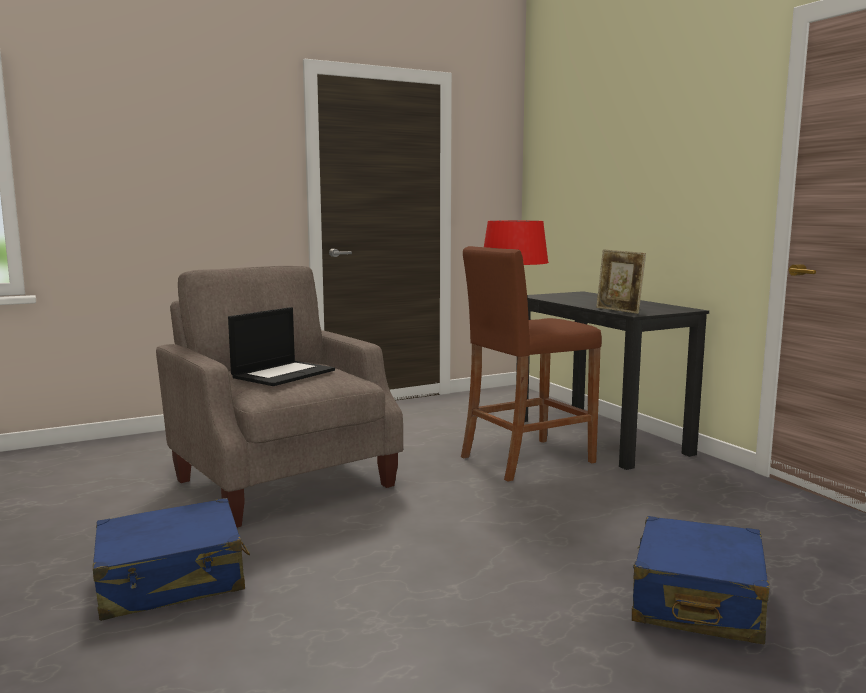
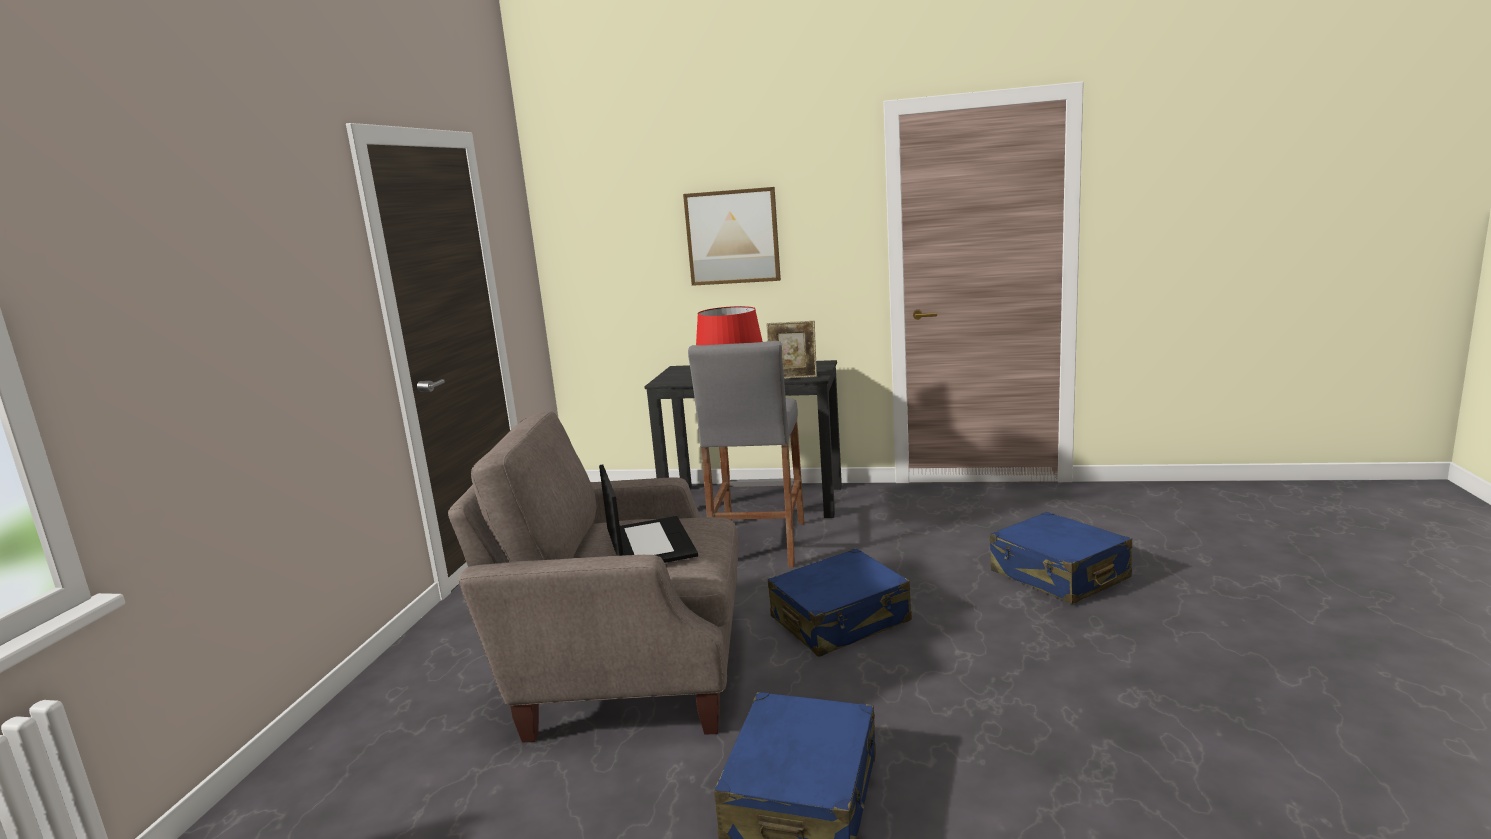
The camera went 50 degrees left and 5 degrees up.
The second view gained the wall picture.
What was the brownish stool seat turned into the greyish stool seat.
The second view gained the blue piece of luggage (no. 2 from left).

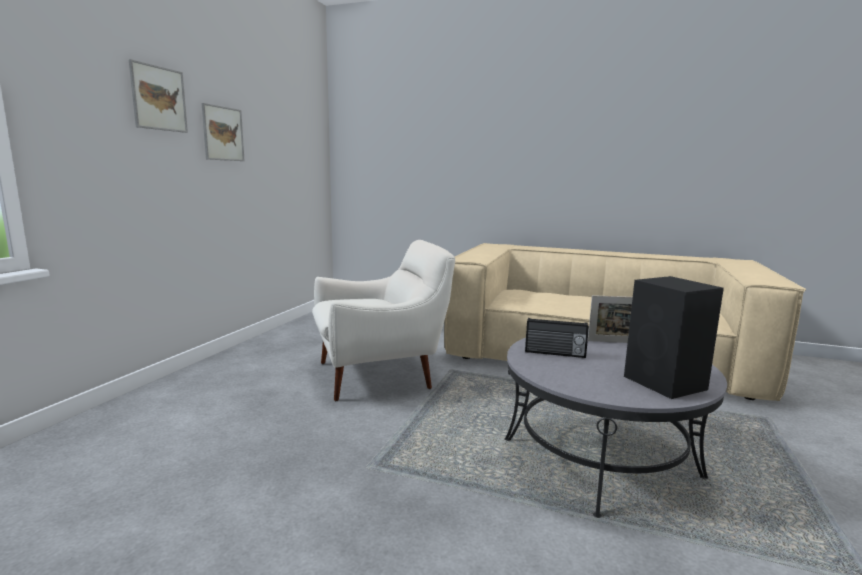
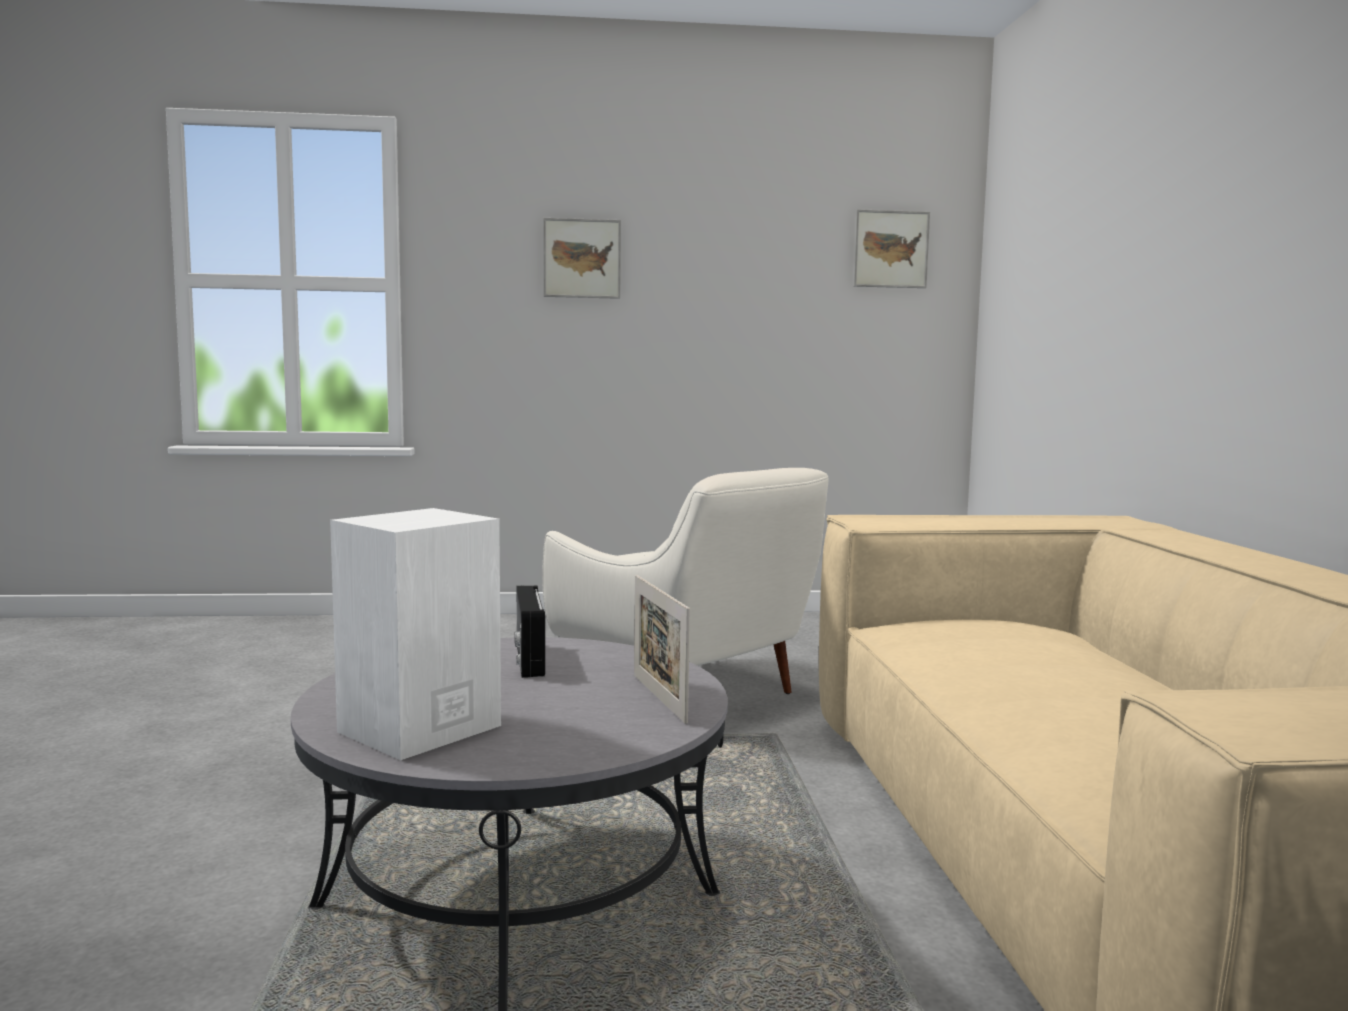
The camera went 65 degrees right and 5 degrees down.
What was the black-coloured speaker turned into the whitish speaker.
The wall picture (no. 2 from left) ended up elsewhere.

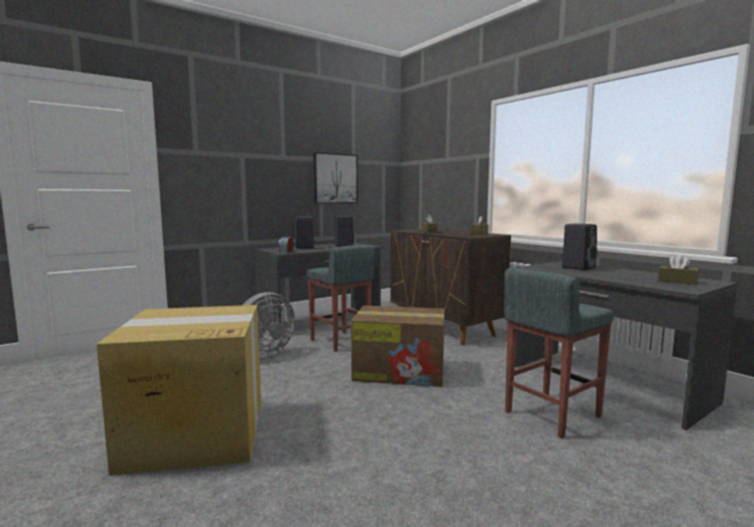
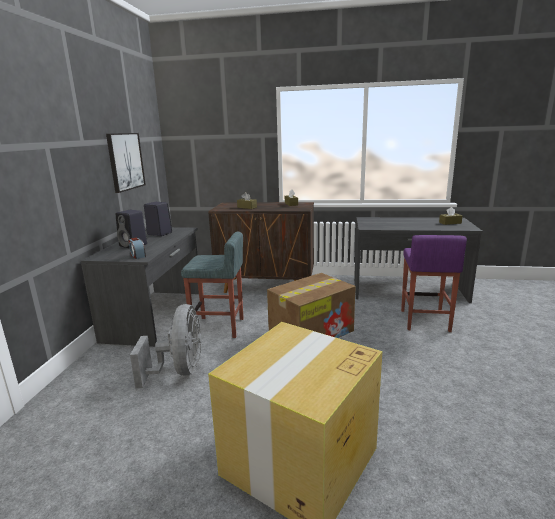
The camera went 45 degrees left and 10 degrees up.
What was the greyish stool seat (no. 2 from left) turned into the purple-coloured stool seat.
The second view lost the black-coloured speaker (no. 3 from left).

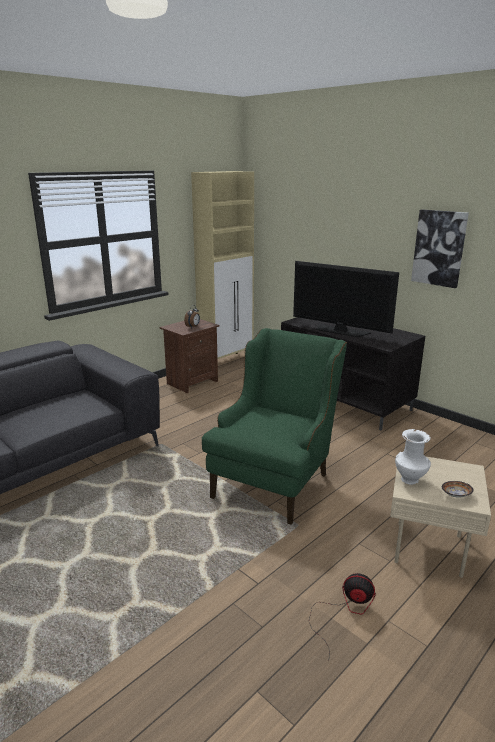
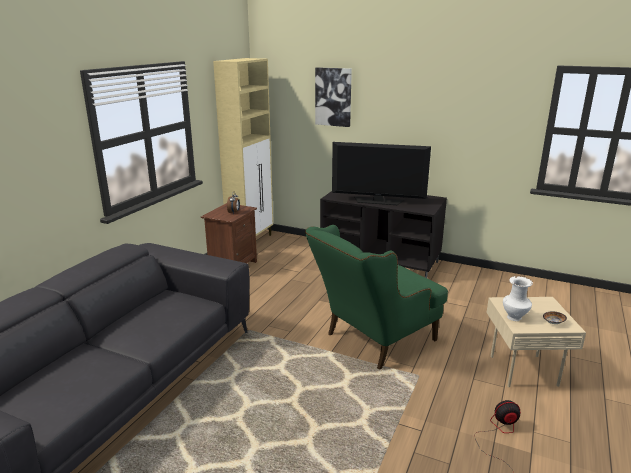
The camera went 20 degrees left and 0 degrees up.
The green-coloured armchair ended up facing another way, 135 degrees counterclockwise from before.
The wall picture ended up elsewhere.

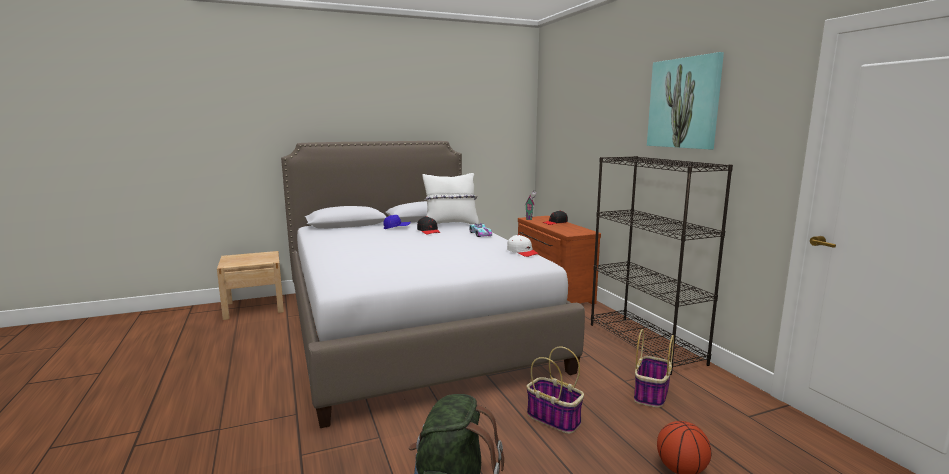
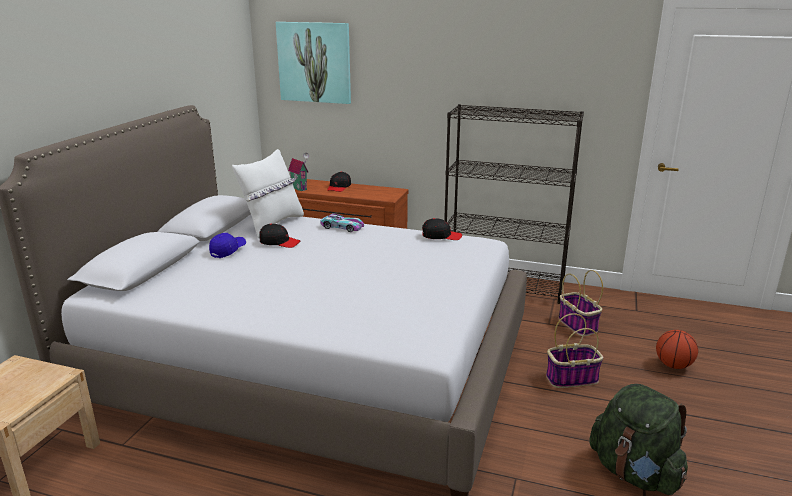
The camera went 50 degrees left and 10 degrees up.
The wall picture ended up elsewhere.
What was the whitish peaked cap turned into the black-coloured peaked cap (no. 3 from left).

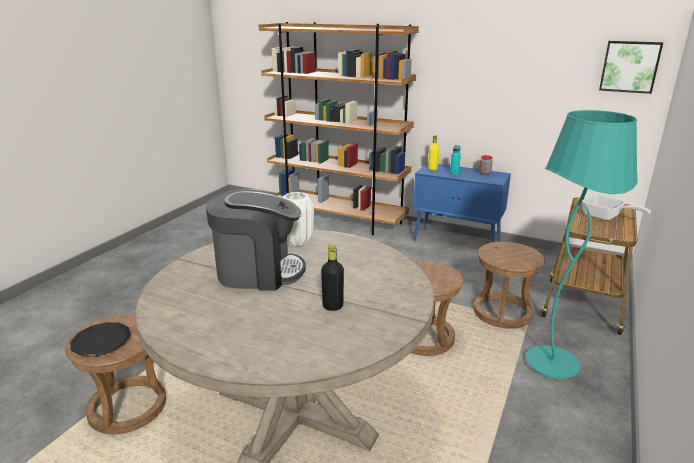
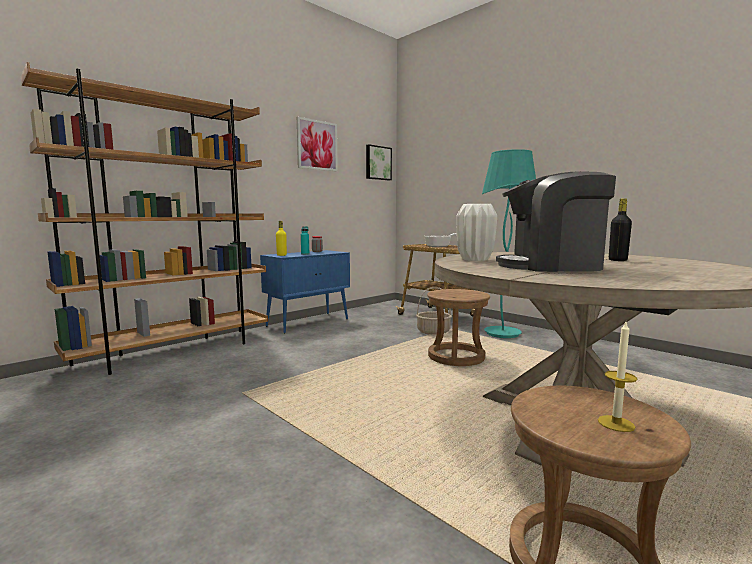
The camera went 70 degrees left and 15 degrees down.
The second view gained the wall picture (no. 1 from left).
Where the brownish stool seat (no. 3 from left) stood, the basket came to stand.
The coffee maker ended up facing another way, 105 degrees counterclockwise from before.
Where the black-coloured dinner plate stood, the candle came to stand.

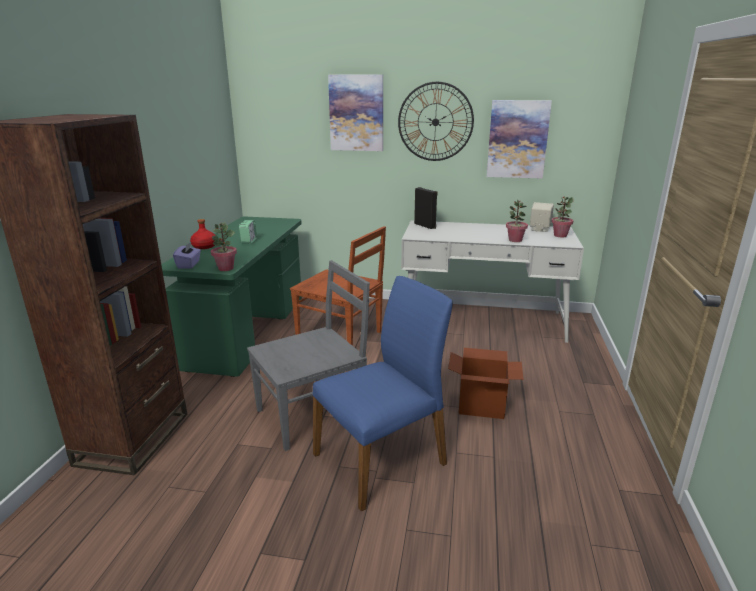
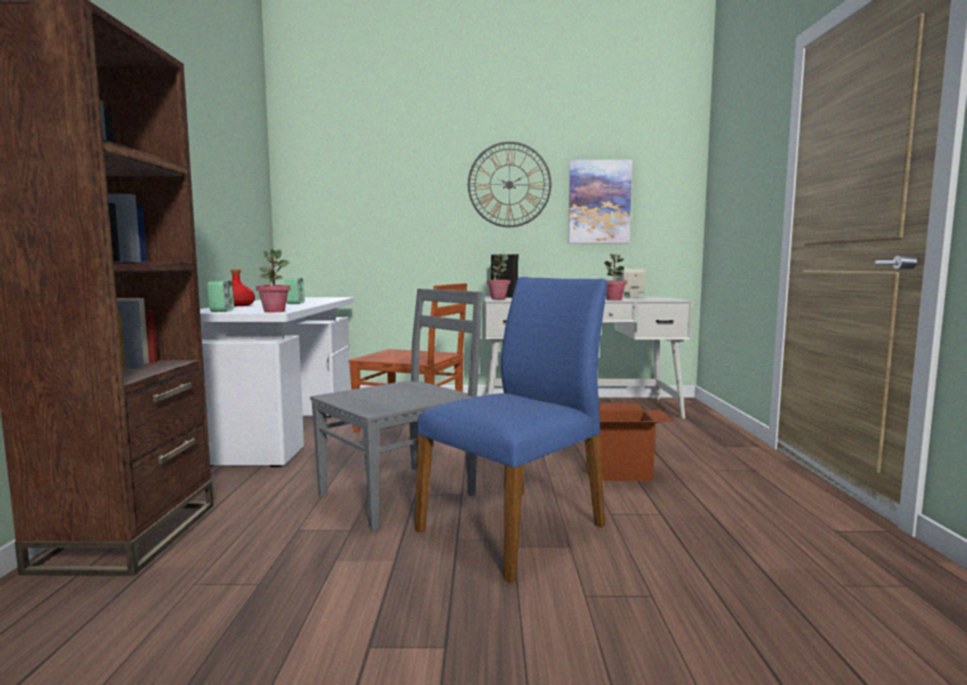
The camera went 10 degrees left and 15 degrees down.
What was the green-coloured desk turned into the whitish desk (no. 1 from left).
Where the purple-coloured box of tissues stood, the alarm clock (no. 1 from left) came to stand.
The potted plant (no. 3 from left in the first image) ended up elsewhere.
The second view lost the wall picture (no. 1 from left).

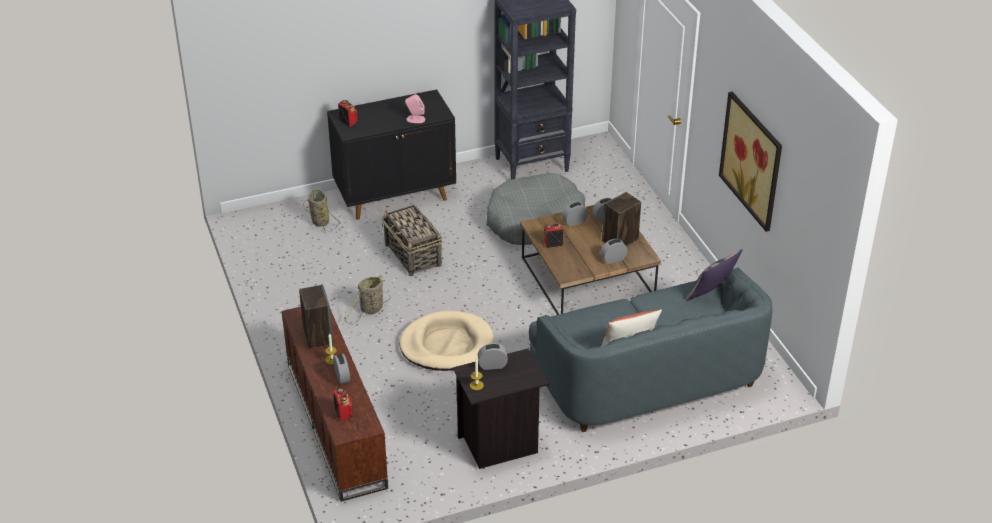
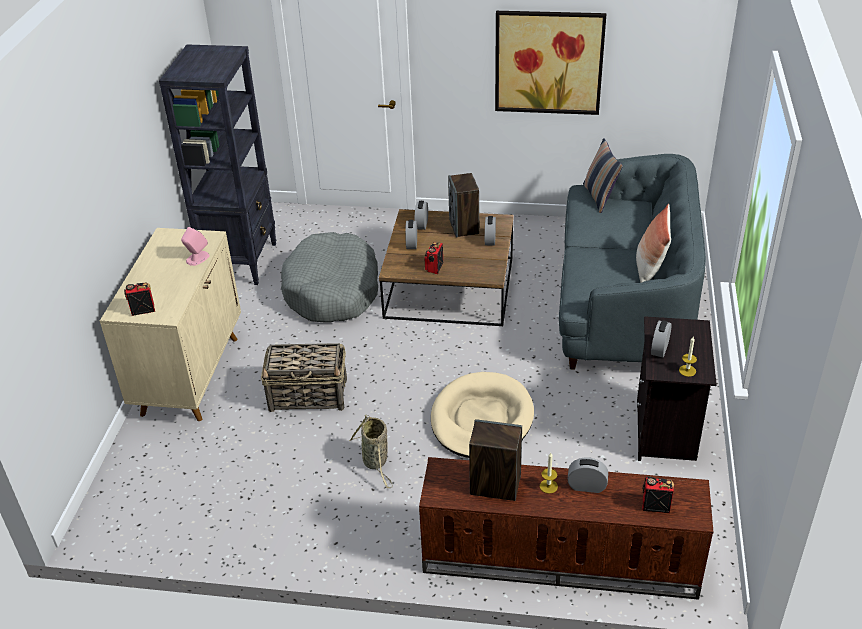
The camera went 60 degrees left and 0 degrees up.
What was the black-coloured cupboard turned into the beige cupboard.
The second view lost the basket (no. 1 from left).

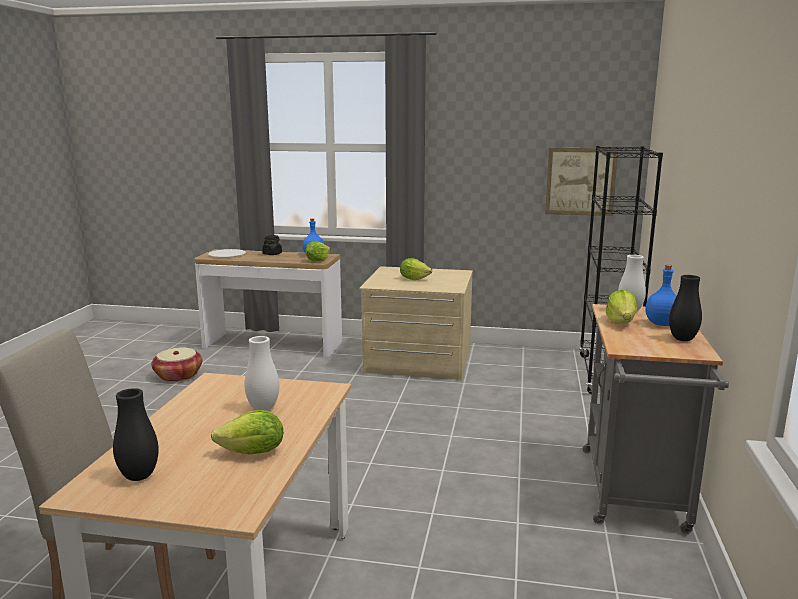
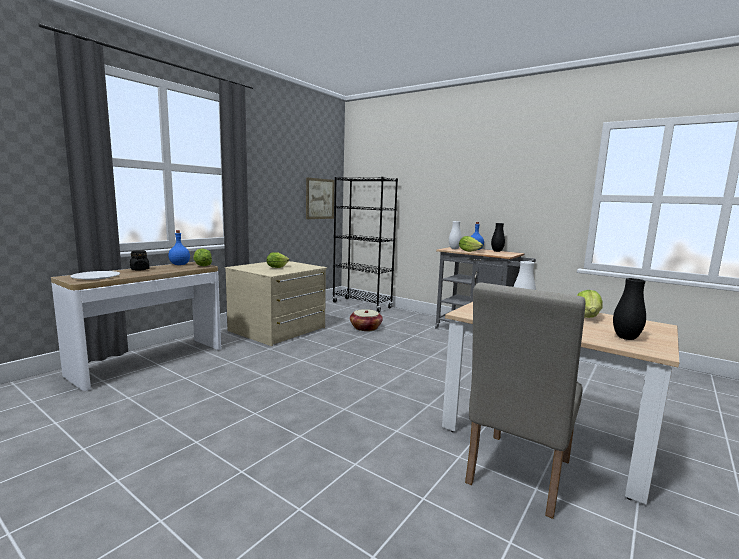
The camera went 65 degrees left and 5 degrees down.
The basket ended up elsewhere.

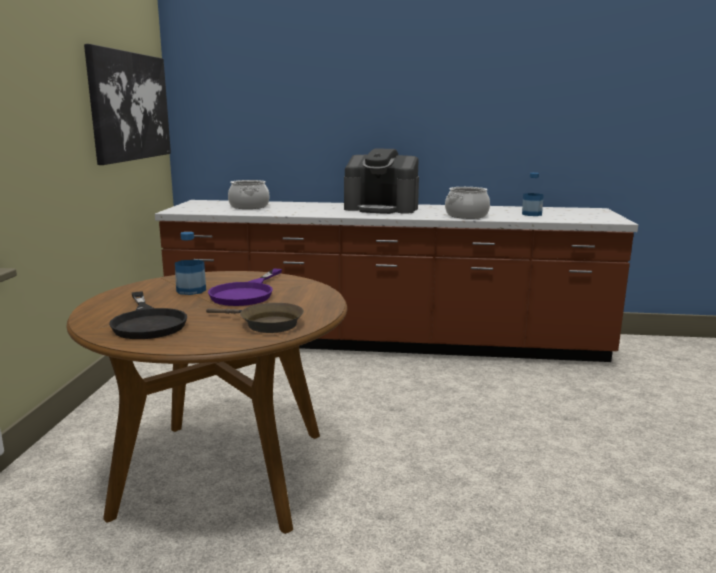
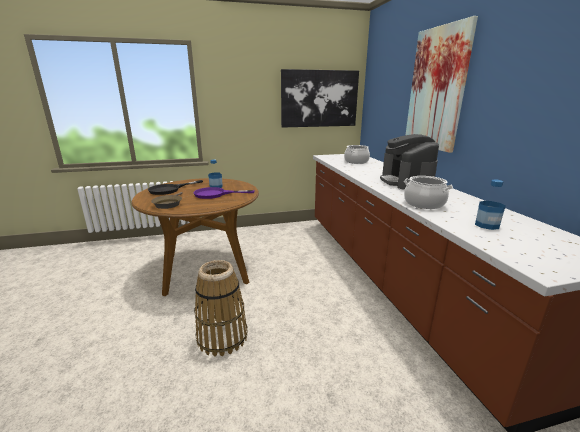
The camera went 70 degrees right and 5 degrees up.
The second view gained the basket.
The second view gained the wall picture (no. 2 from left).

